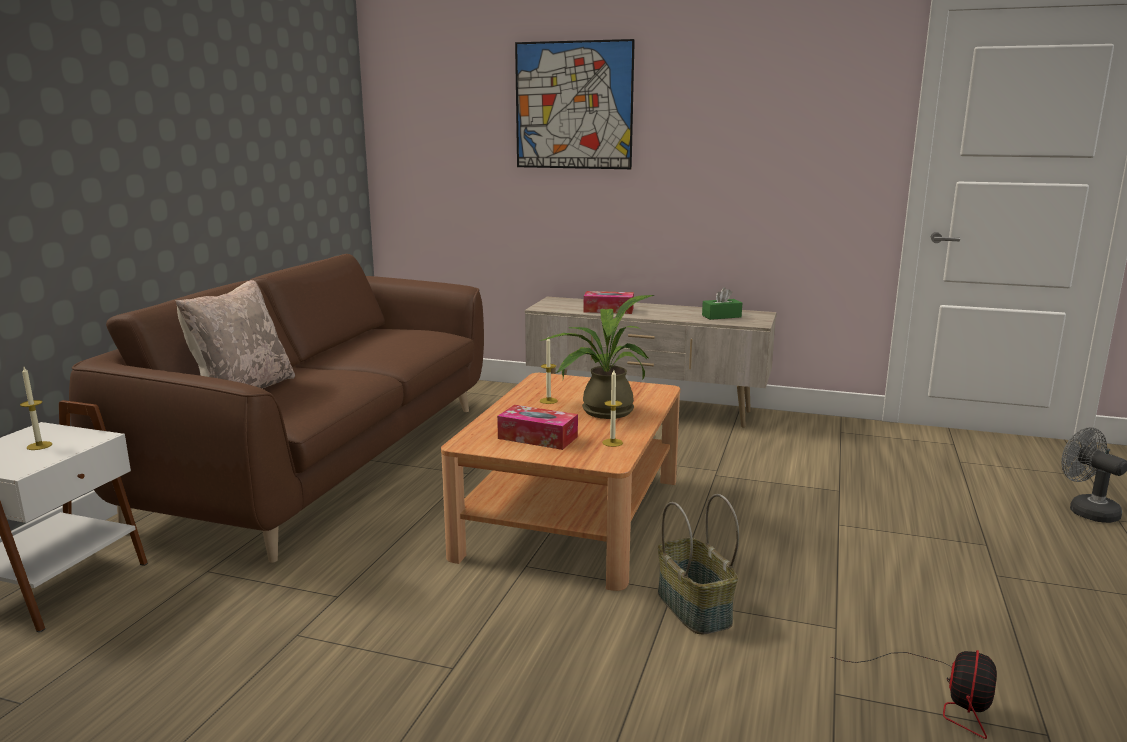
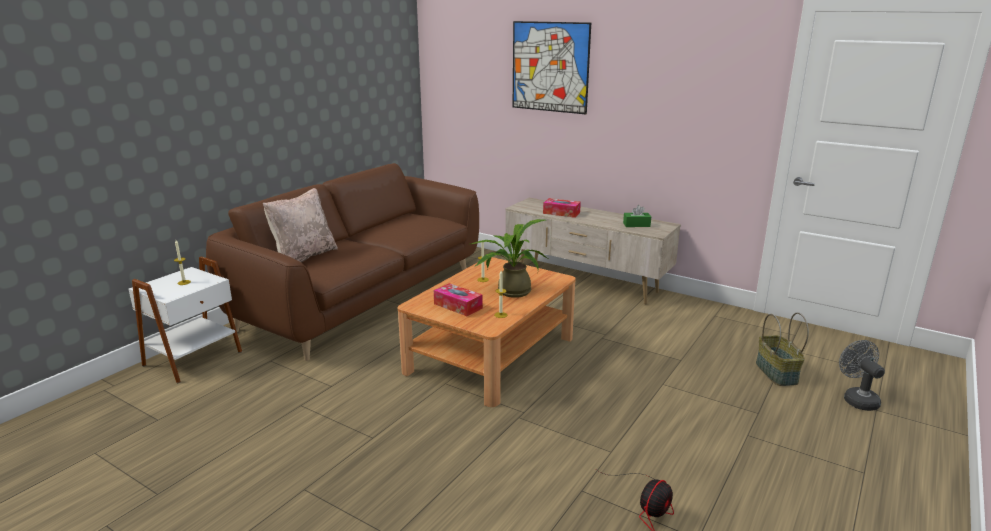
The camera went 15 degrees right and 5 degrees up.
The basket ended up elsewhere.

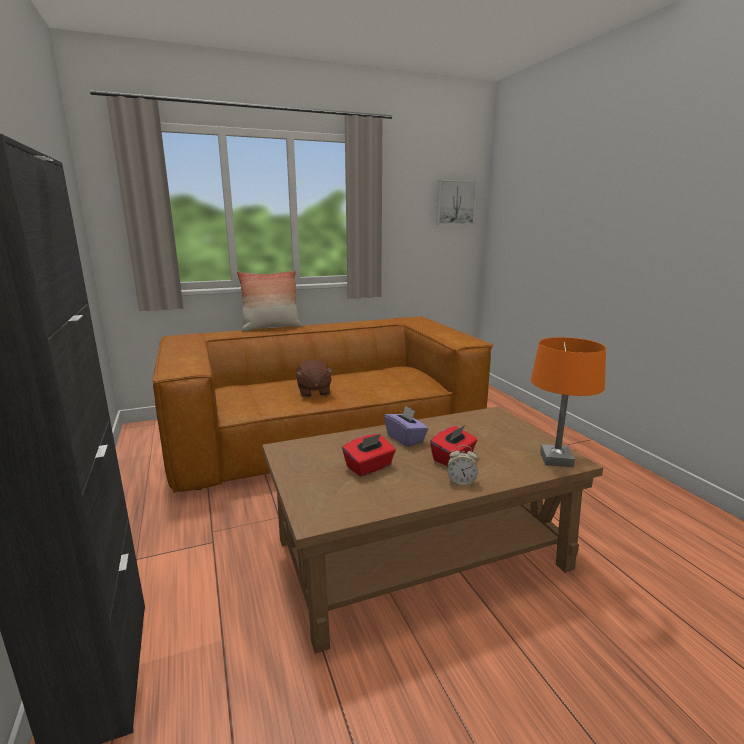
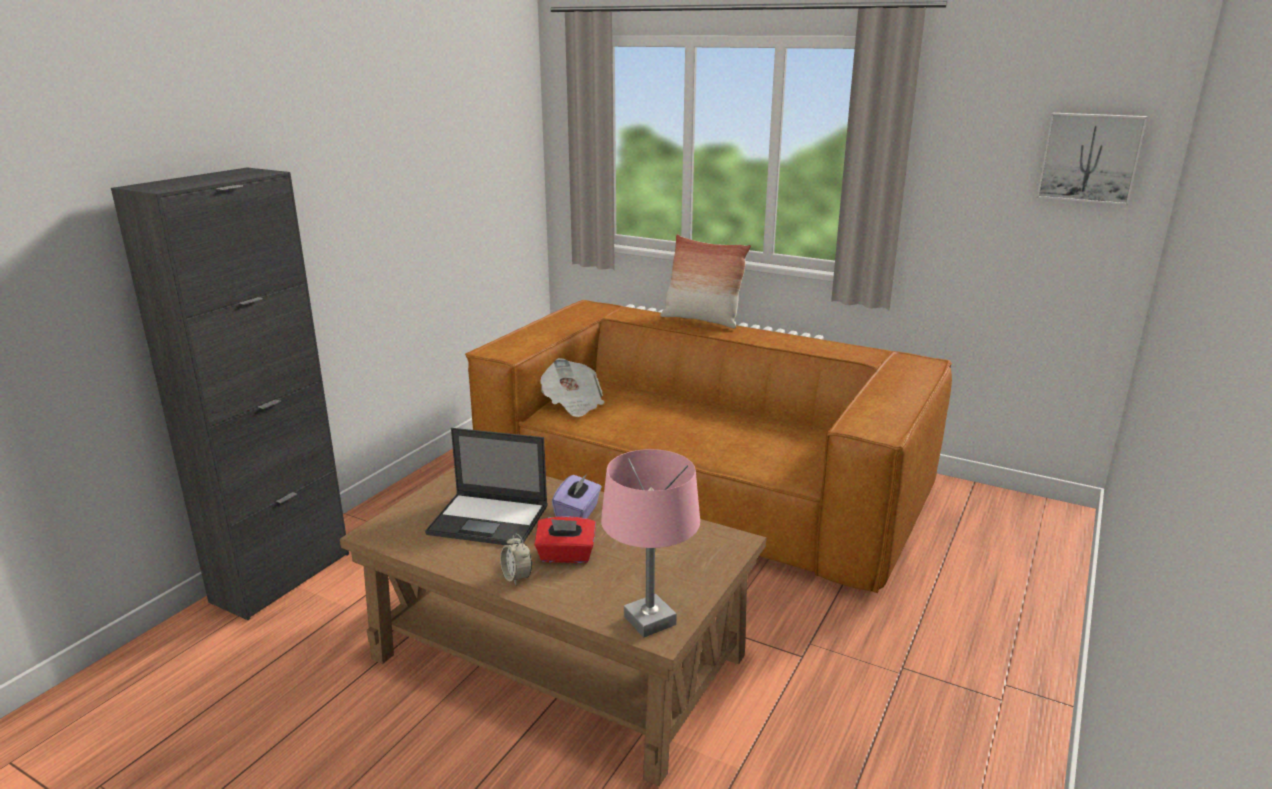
The camera went 50 degrees right and 5 degrees up.
Where the red box of tissues (no. 1 from left) stood, the notebook computer came to stand.
The second view gained the newspaper.
What was the orange-coloured table lamp turned into the pinkish table lamp.
The second view lost the brownish plush toy.

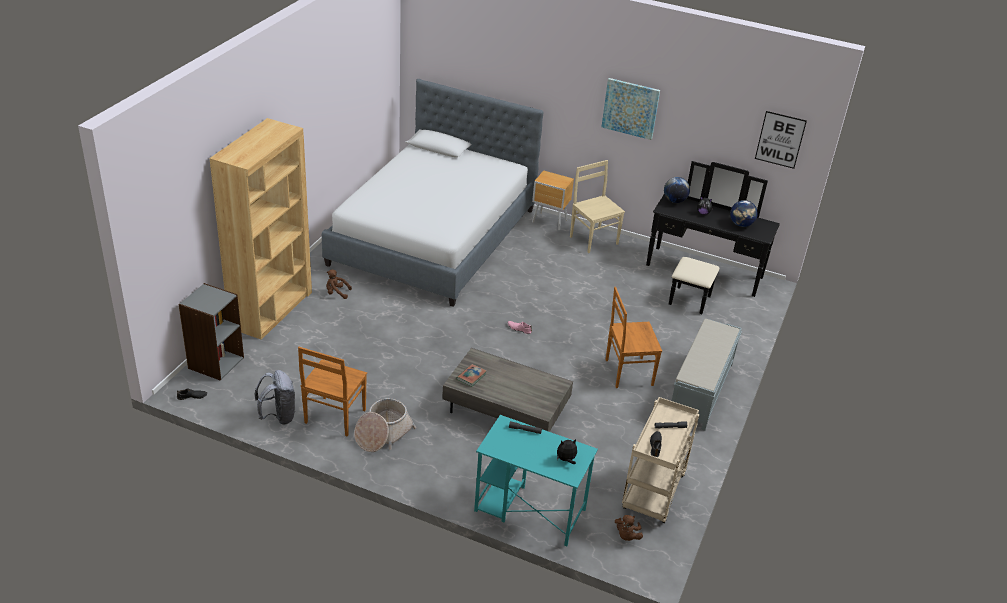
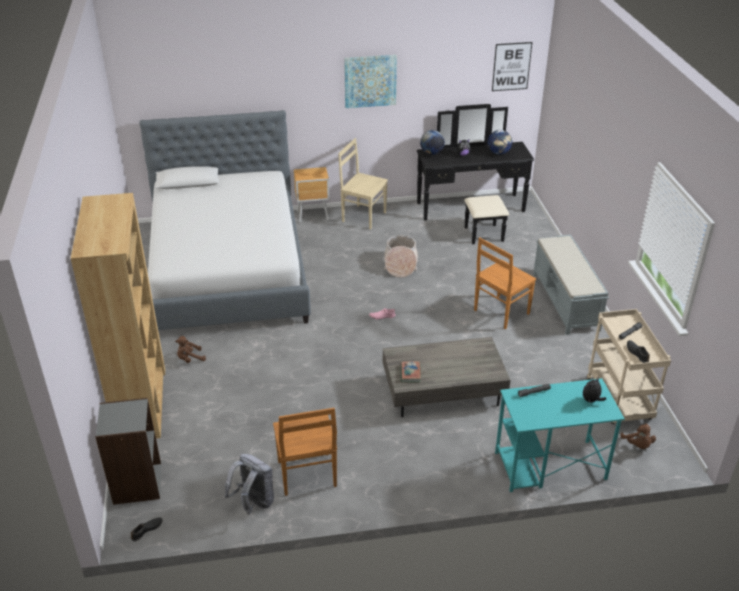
The camera went 30 degrees left and 0 degrees up.
The basket ended up elsewhere.

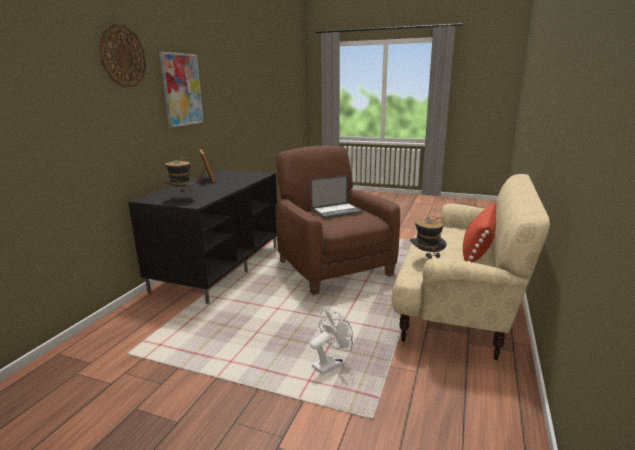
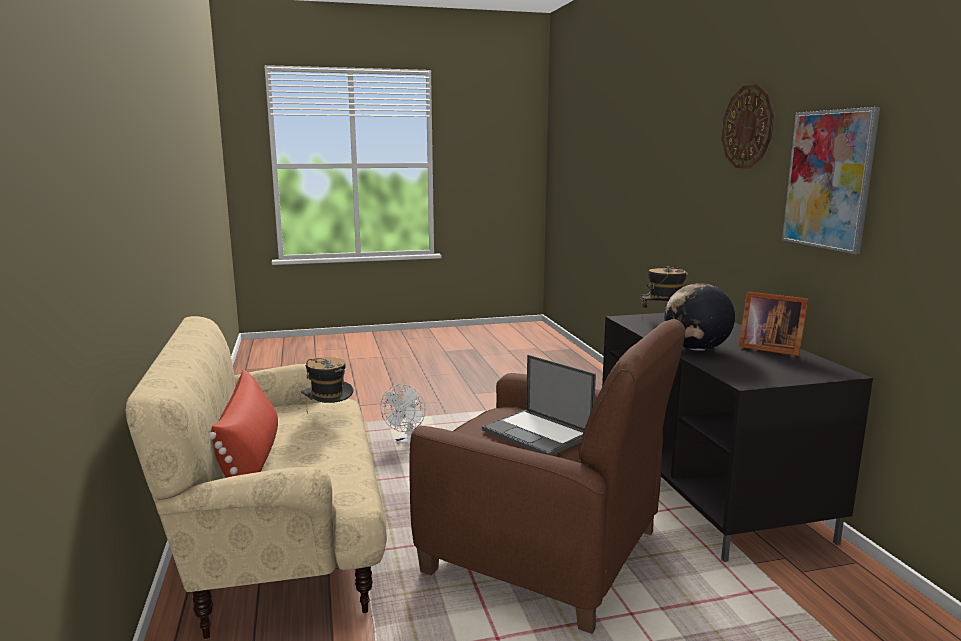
The camera went 145 degrees right and 5 degrees down.
The notebook computer ended up facing another way, 75 degrees counterclockwise from before.
The second view gained the desk globe.

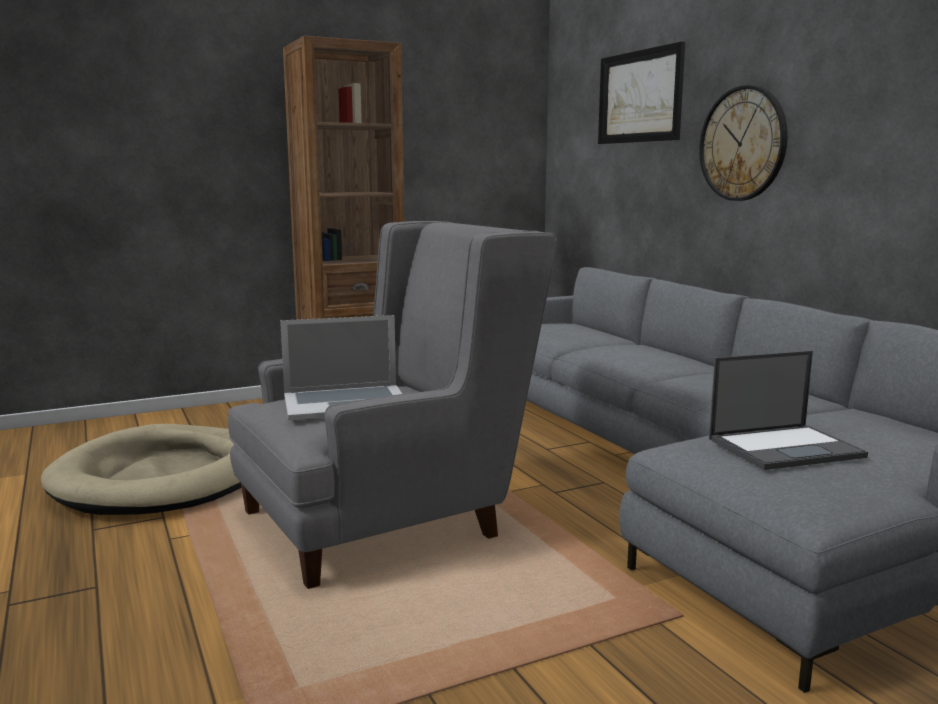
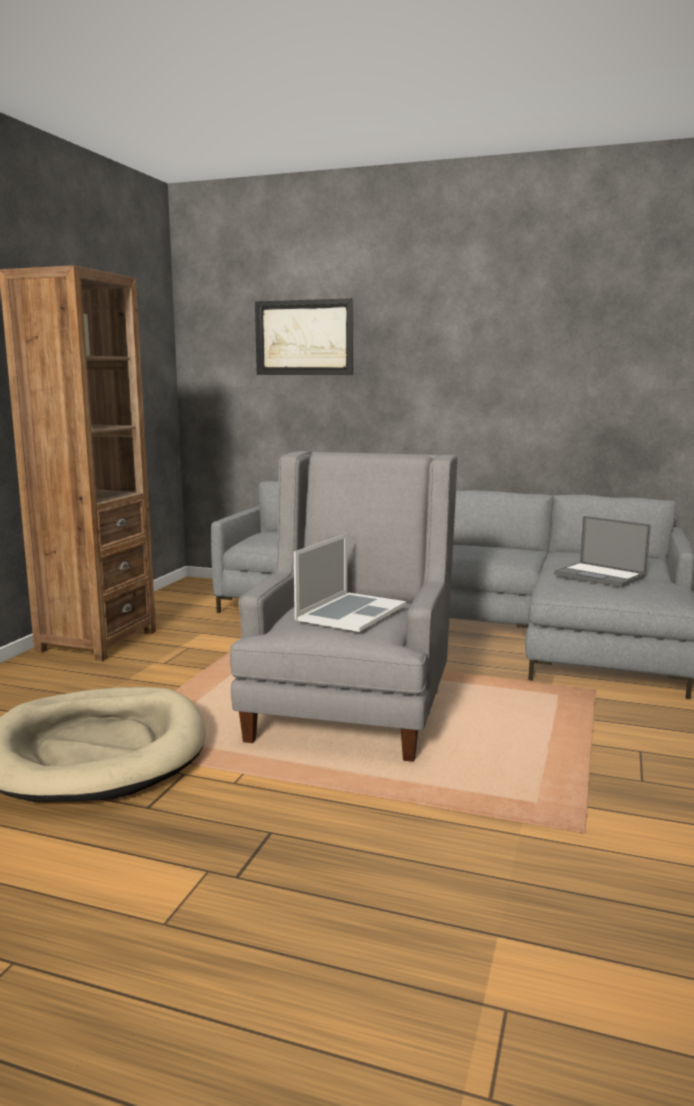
The camera went 45 degrees left and 0 degrees up.
The notebook computer (no. 2 from left) ended up facing another way, 105 degrees clockwise from before.
The second view lost the clock on the wall.

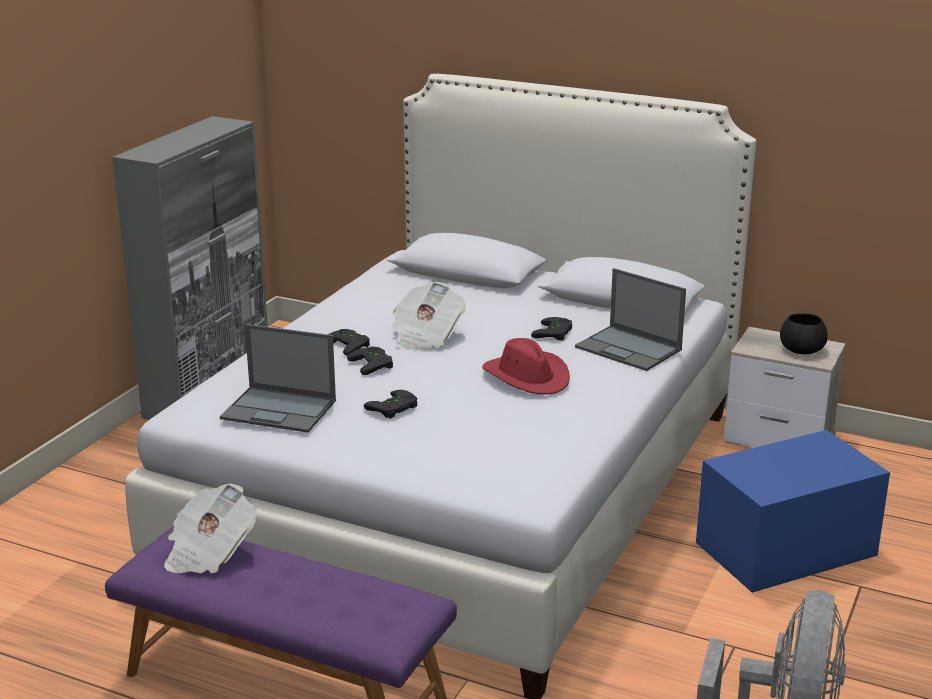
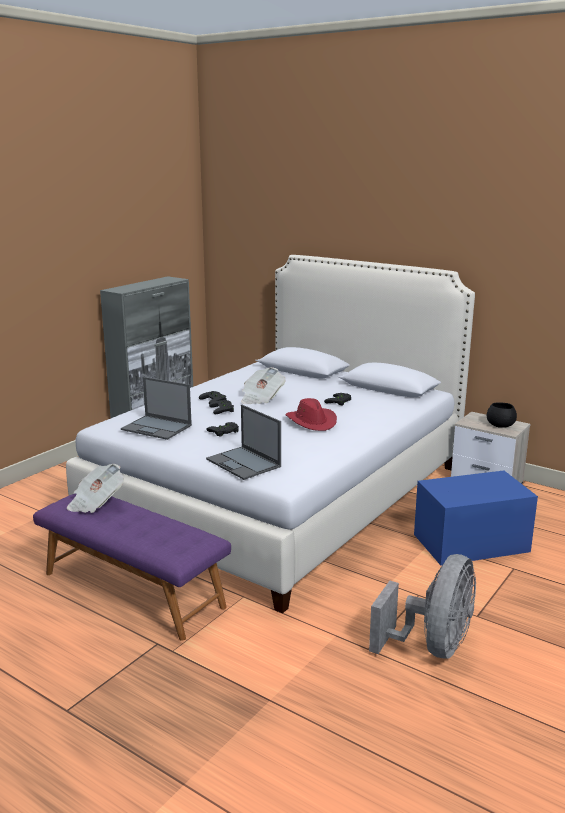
The camera went 10 degrees right and 5 degrees down.
The notebook computer (no. 2 from left) ended up elsewhere.

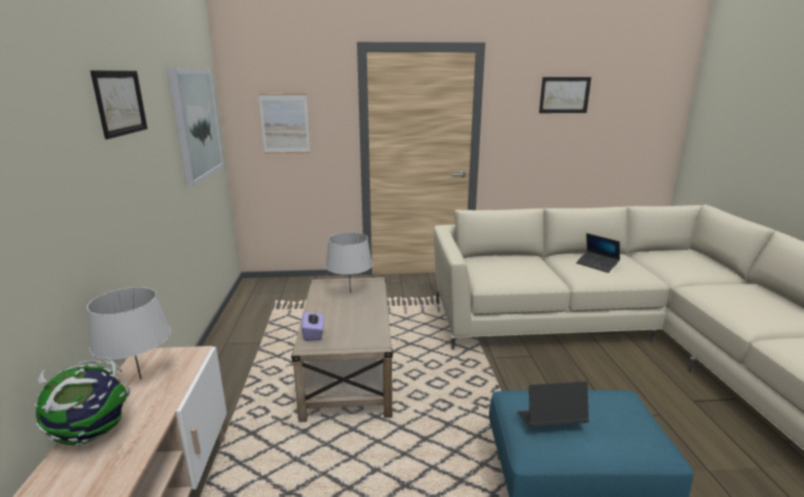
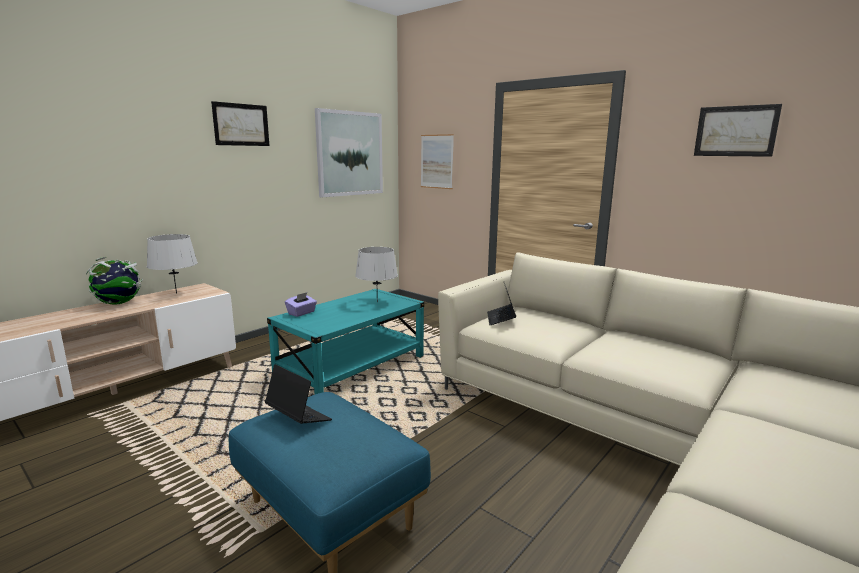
The camera went 45 degrees right and 5 degrees down.
What was the beige low table turned into the turquoise-coloured low table.
The notebook computer (no. 2 from left) ended up elsewhere.

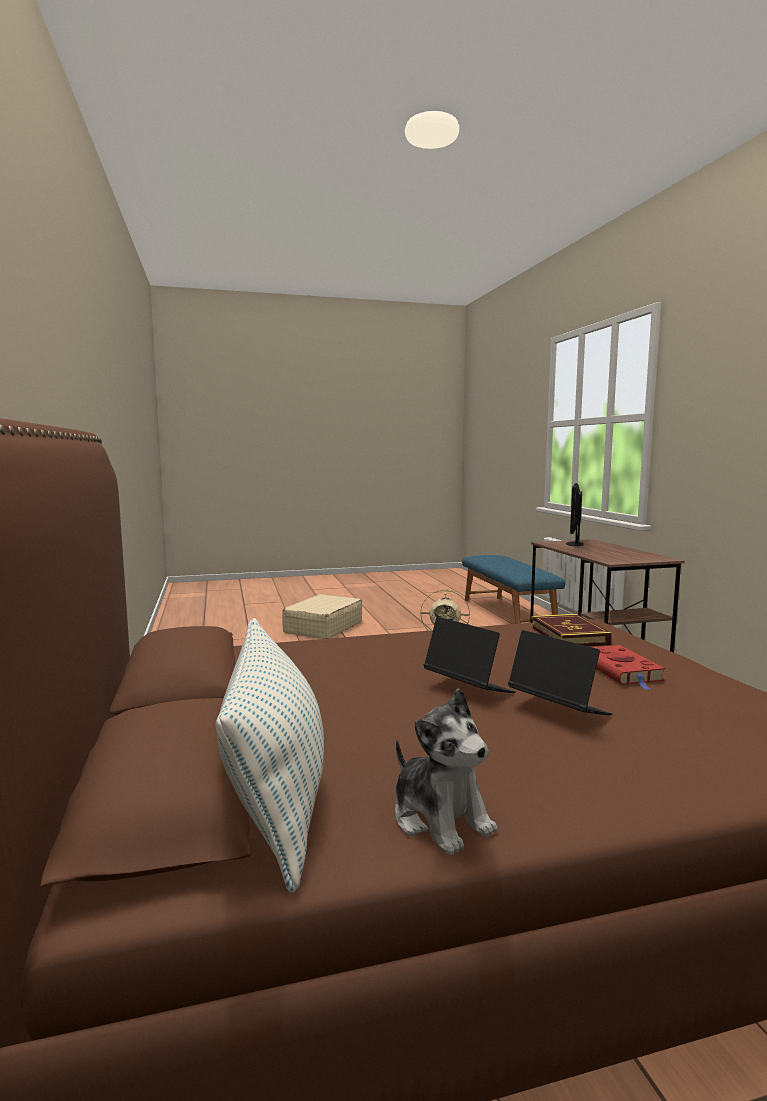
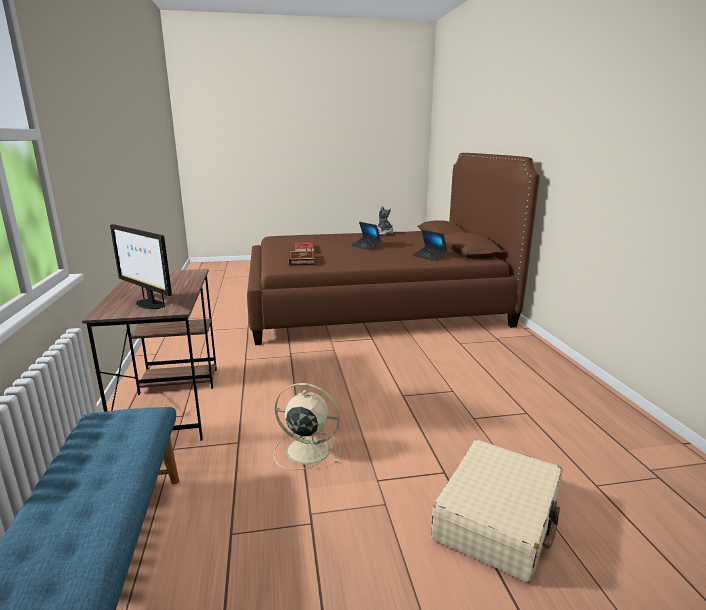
The camera went 175 degrees left and 10 degrees up.
The computer screen ended up facing another way, 105 degrees clockwise from before.
The notebook computer (no. 2 from left) ended up elsewhere.
The second view lost the cushion.

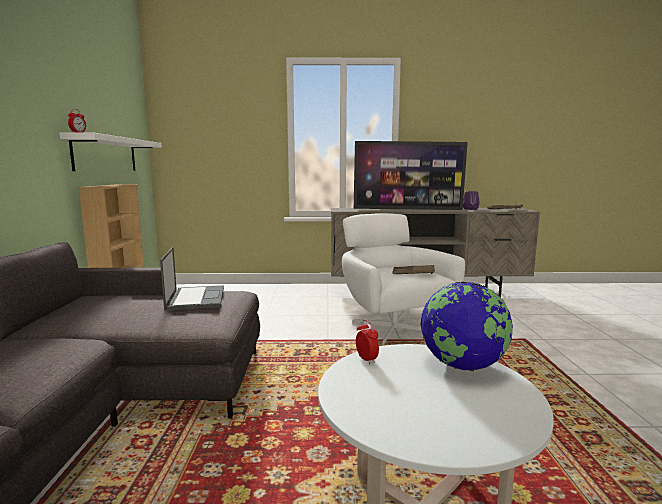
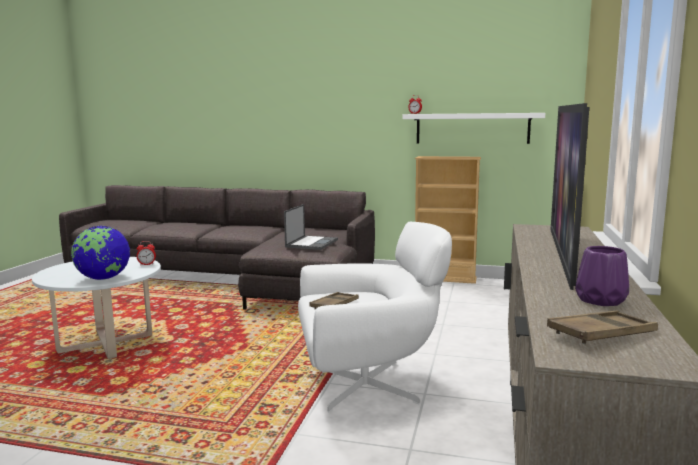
The camera went 105 degrees right and 0 degrees up.
The notebook computer ended up facing another way, 75 degrees counterclockwise from before.

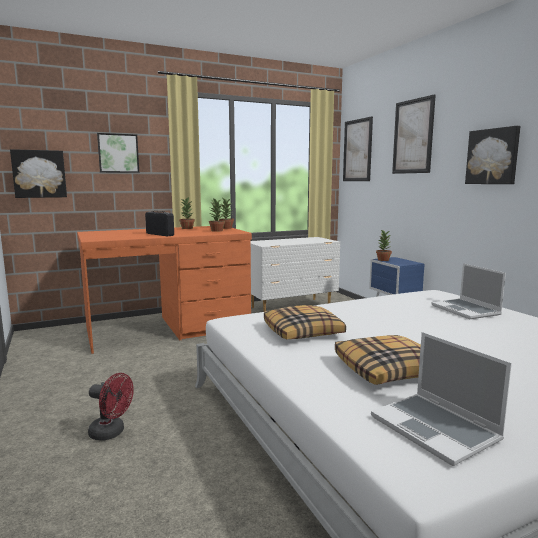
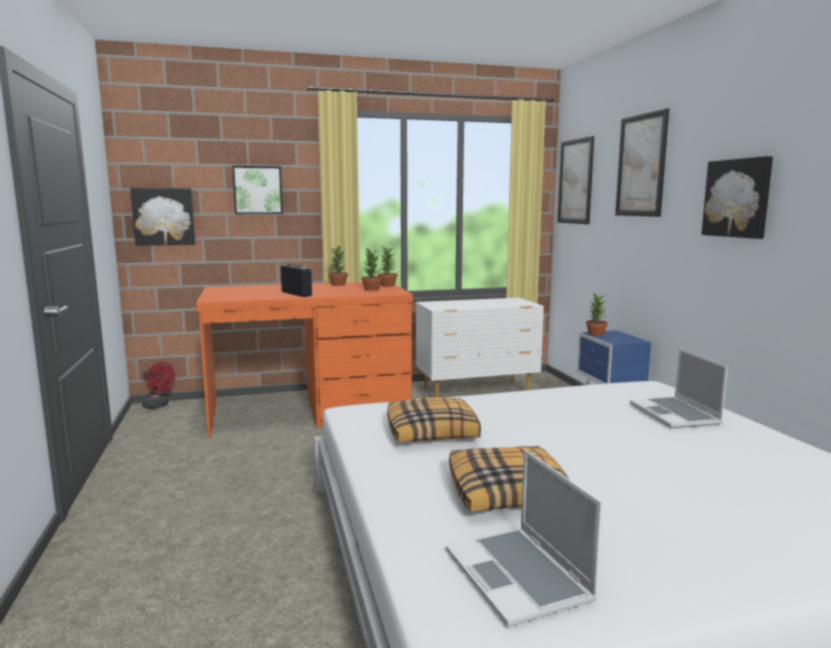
The camera went 10 degrees right and 0 degrees up.
The red fan ended up elsewhere.

